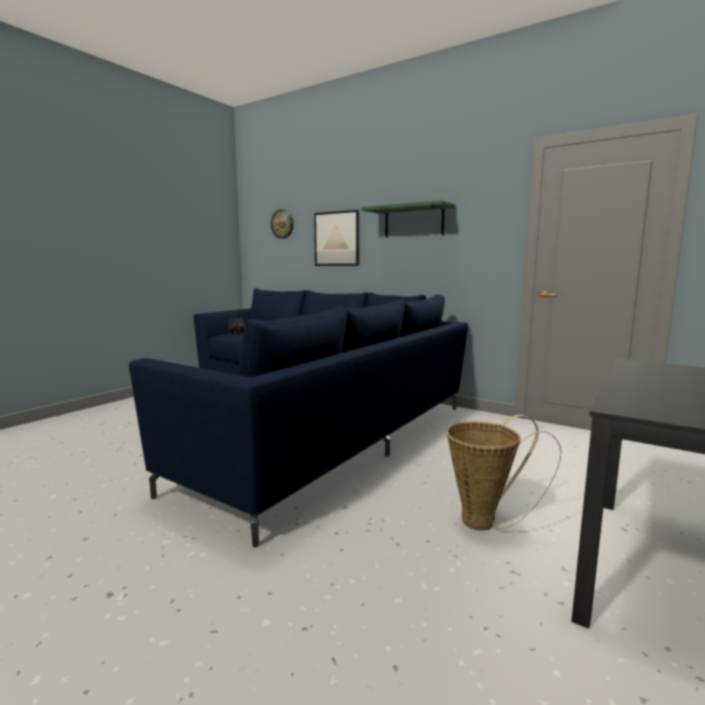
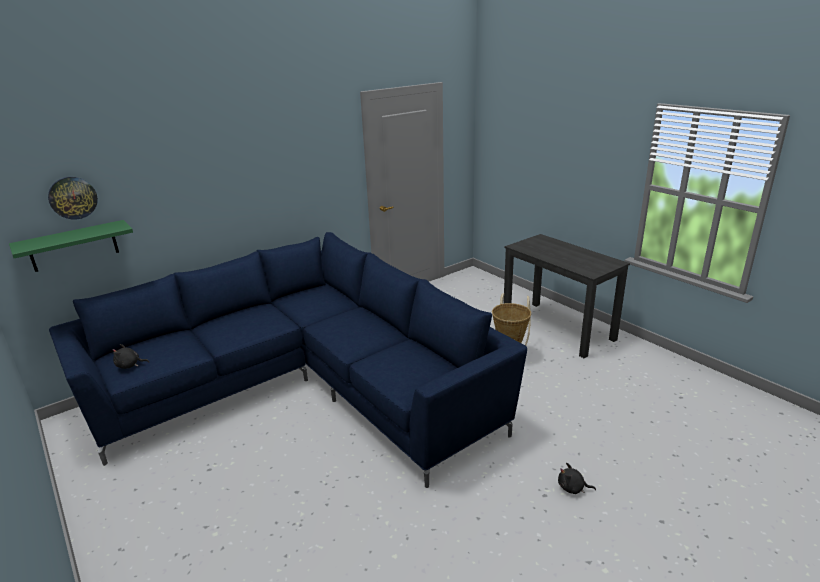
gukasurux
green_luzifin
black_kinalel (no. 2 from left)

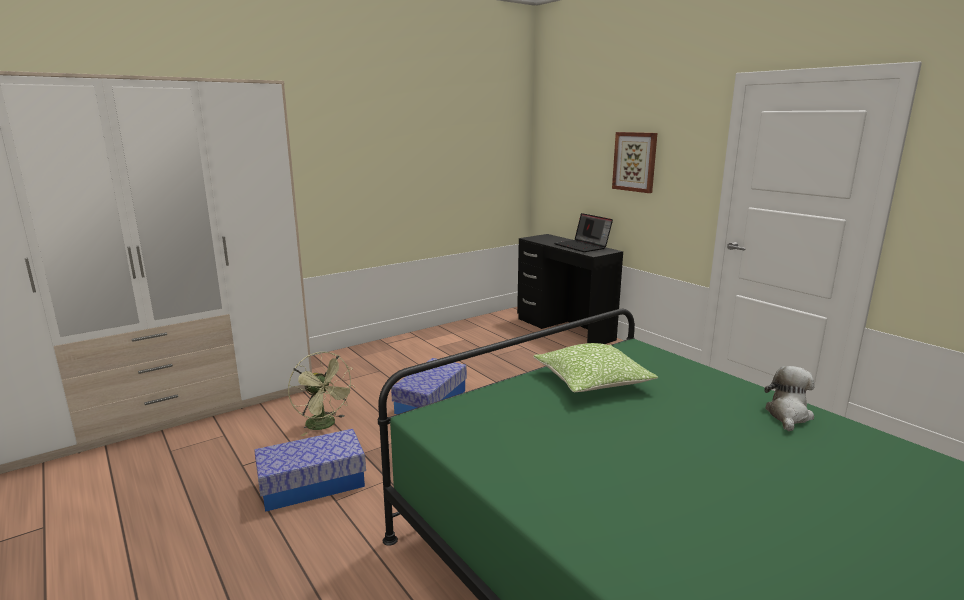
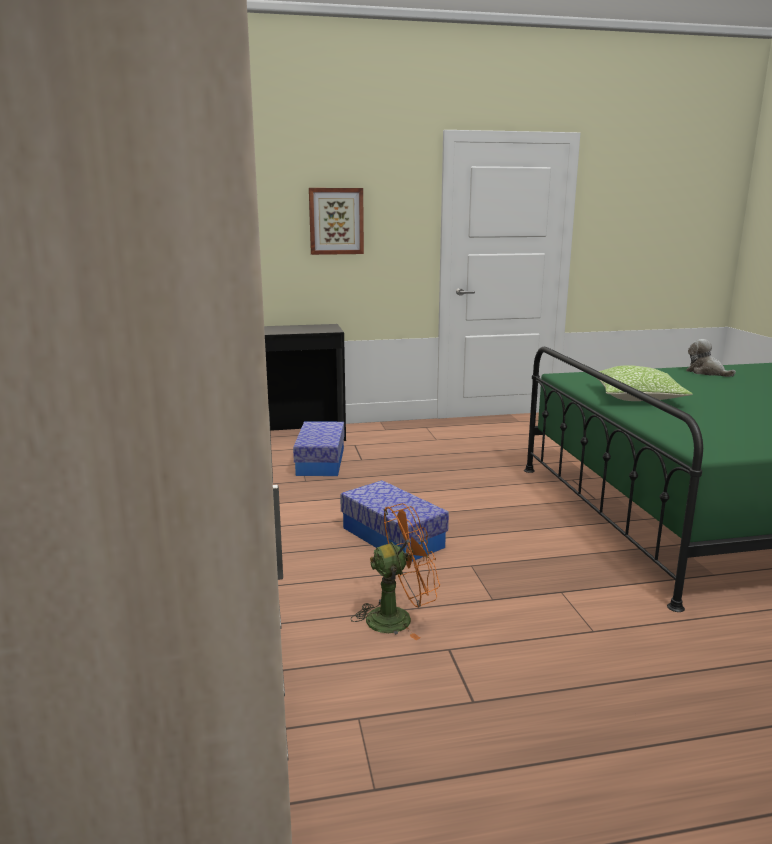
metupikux (no. 1 from left)
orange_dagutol
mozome

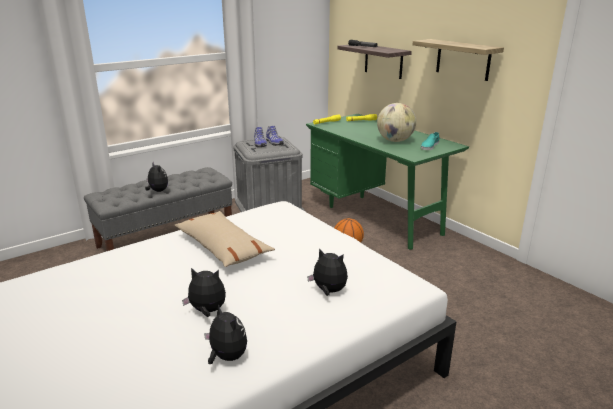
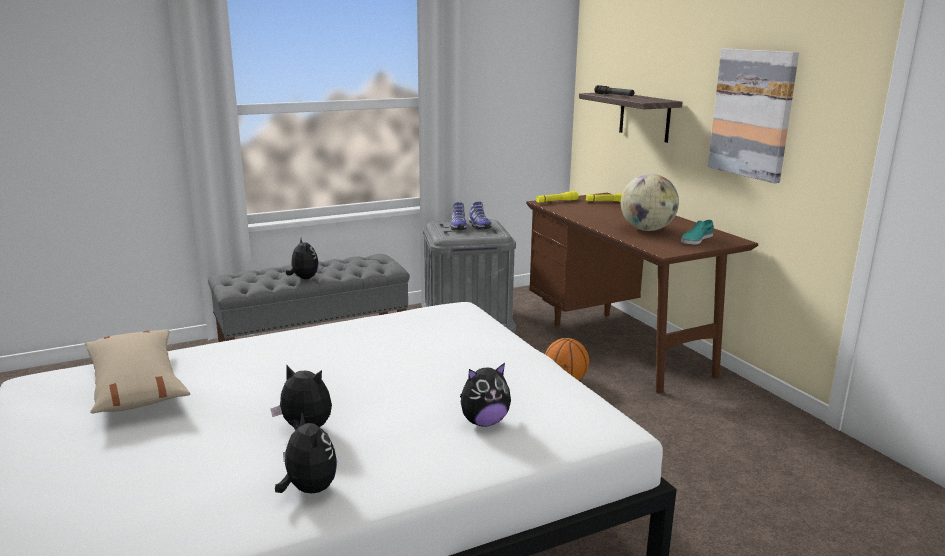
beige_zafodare
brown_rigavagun
kinalel (no. 4 from left)
gukasurux

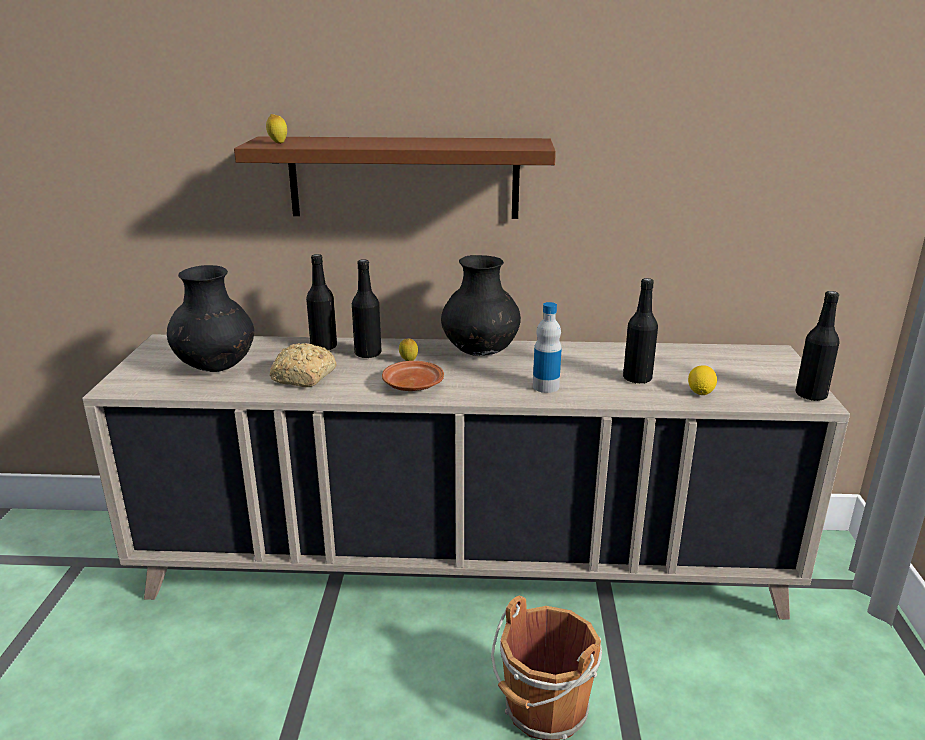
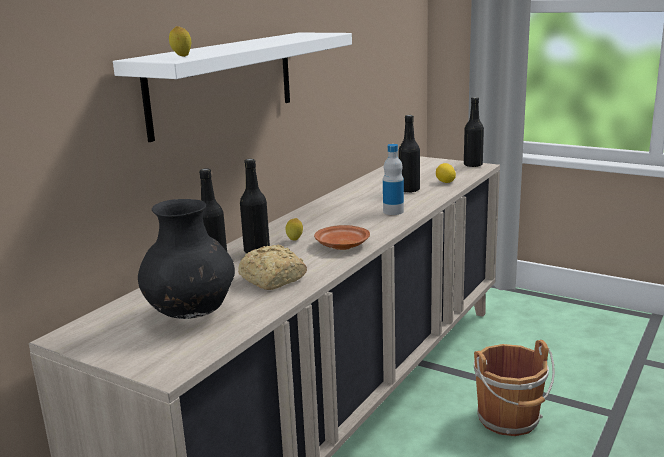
white_luzifin
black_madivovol (no. 2 from left in the first image)

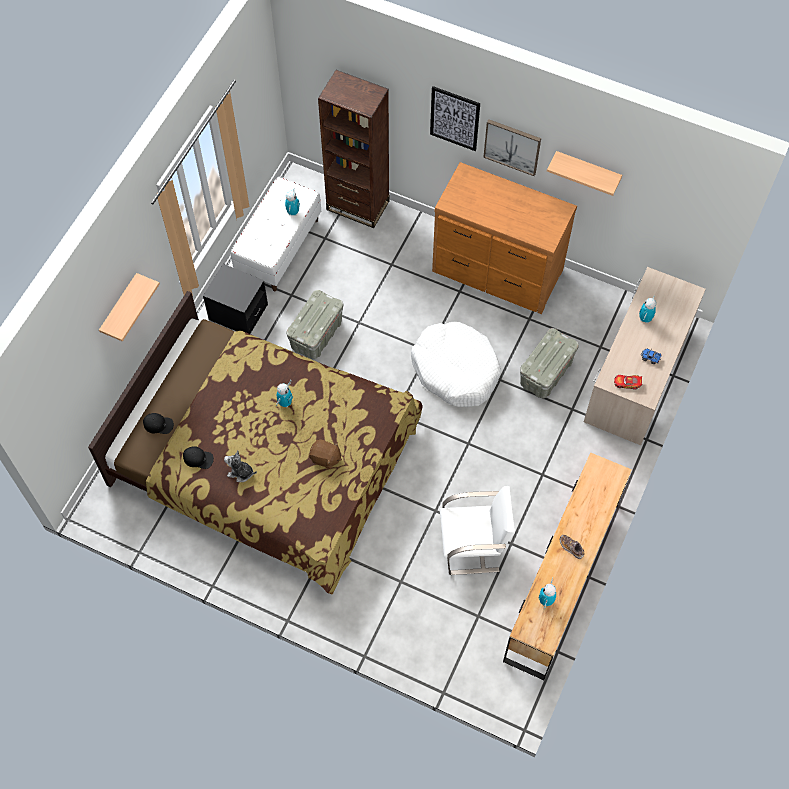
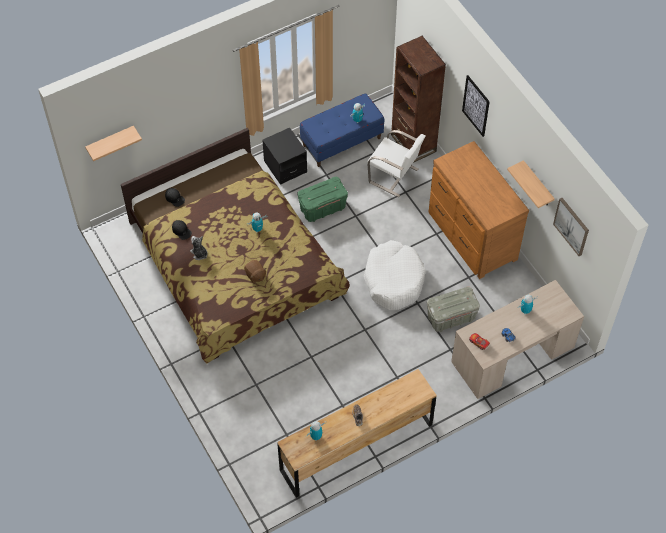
luzifin (no. 1 from left)
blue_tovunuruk
green_metupikux
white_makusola
gukasurux (no. 2 from left)

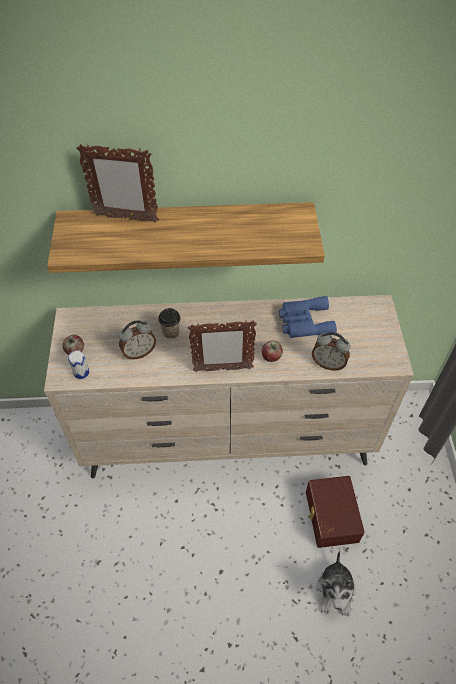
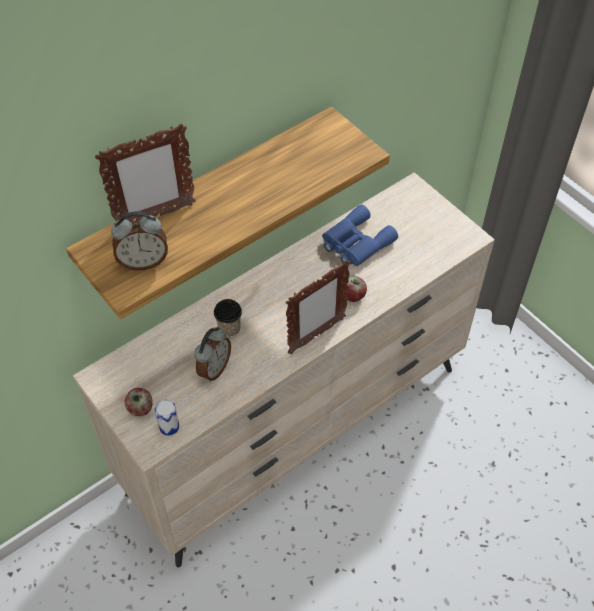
brown_metupikux
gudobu (no. 1 from left)
kinalel

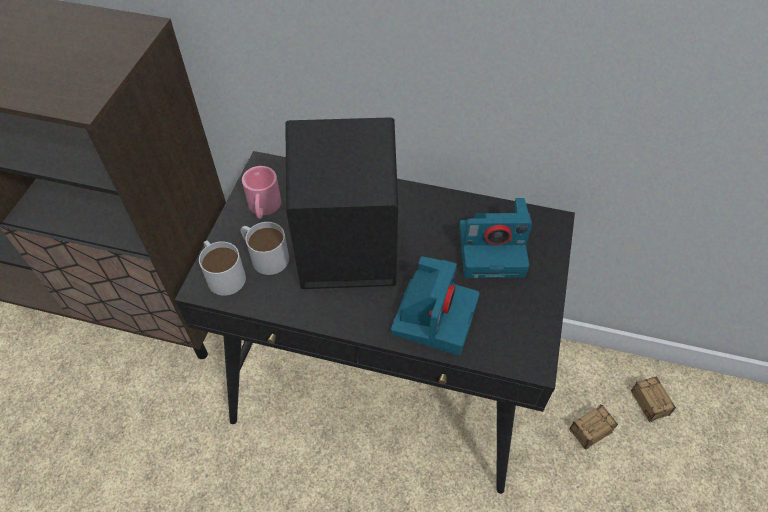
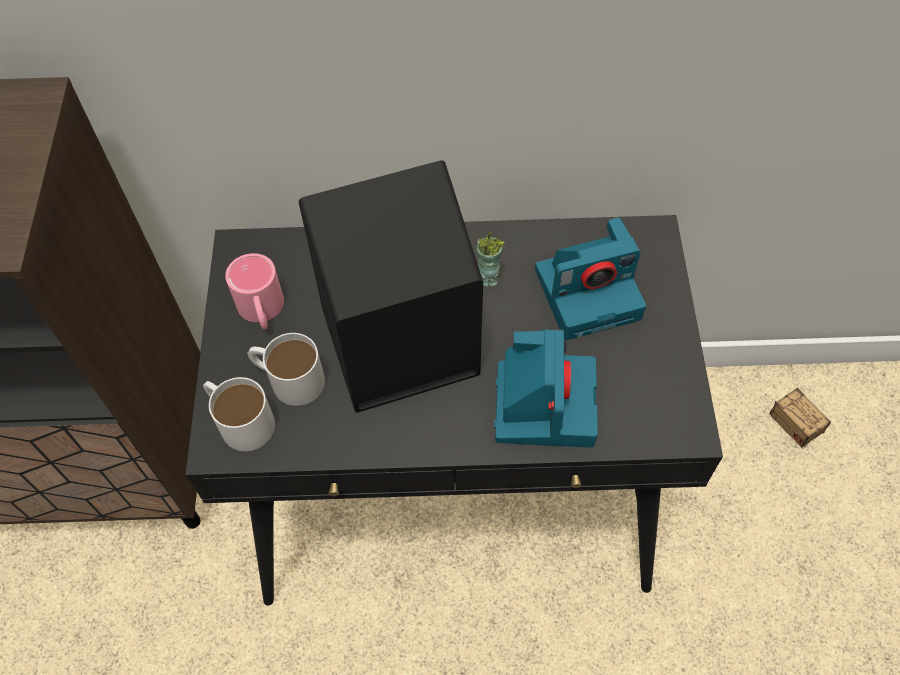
metupikux (no. 1 from left in the first image)
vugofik

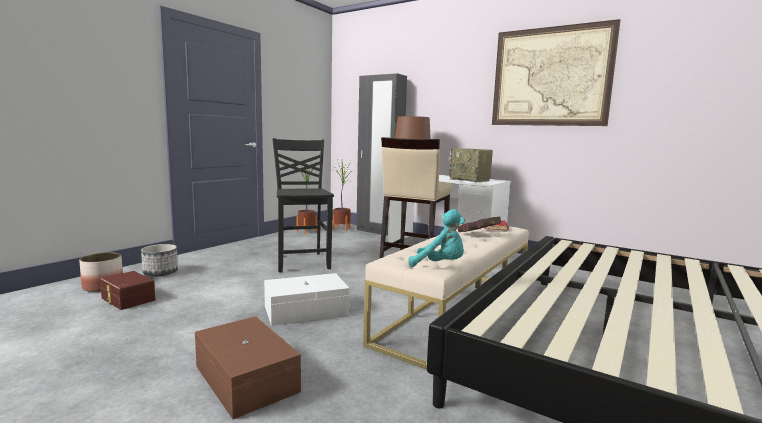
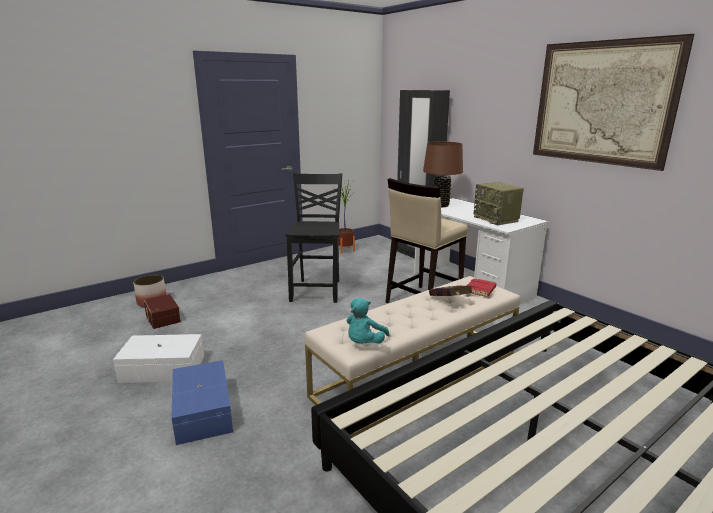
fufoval (no. 2 from left in the first image)
blue_metupikux
white_metupikux
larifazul (no. 2 from left in the first image)
turquoise_kinalel

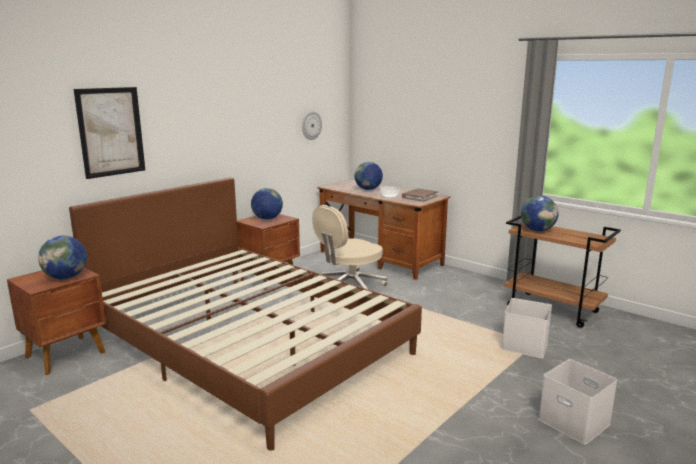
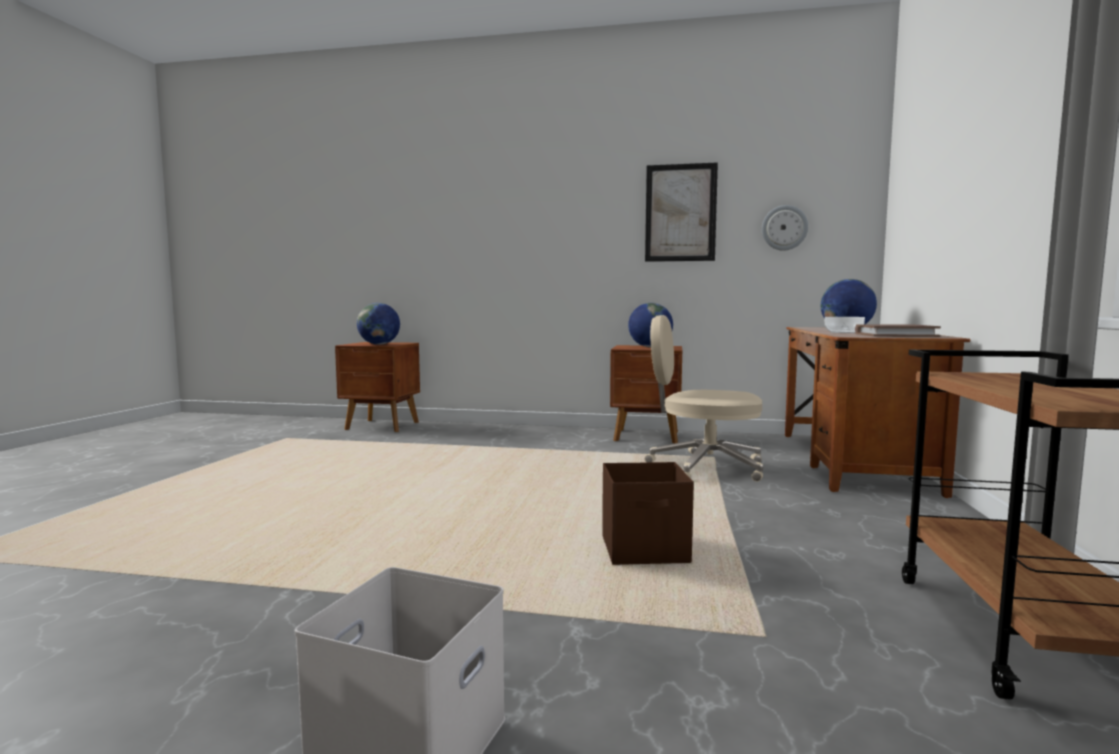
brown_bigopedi
gukasurux
white_metupikux (no. 1 from left in the first image)
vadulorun (no. 4 from left in the first image)
brown_metupikux

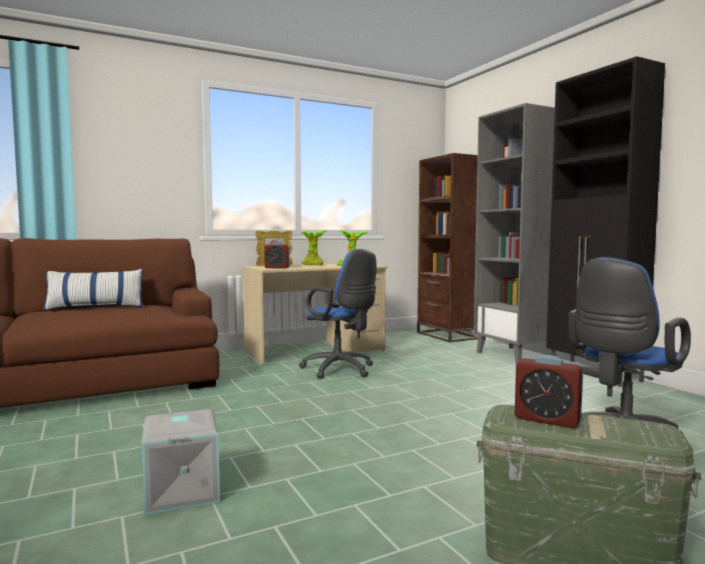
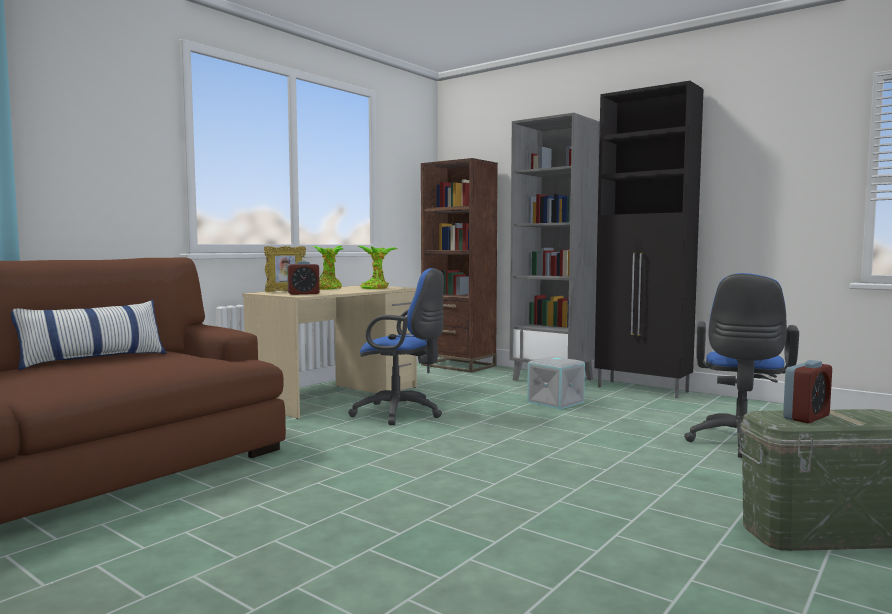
grey_metupikux
gudobu (no. 2 from left)

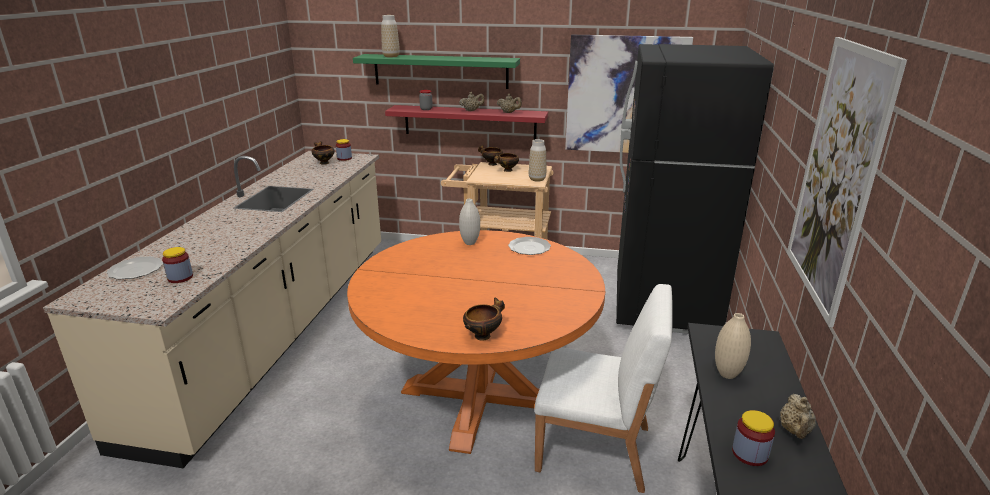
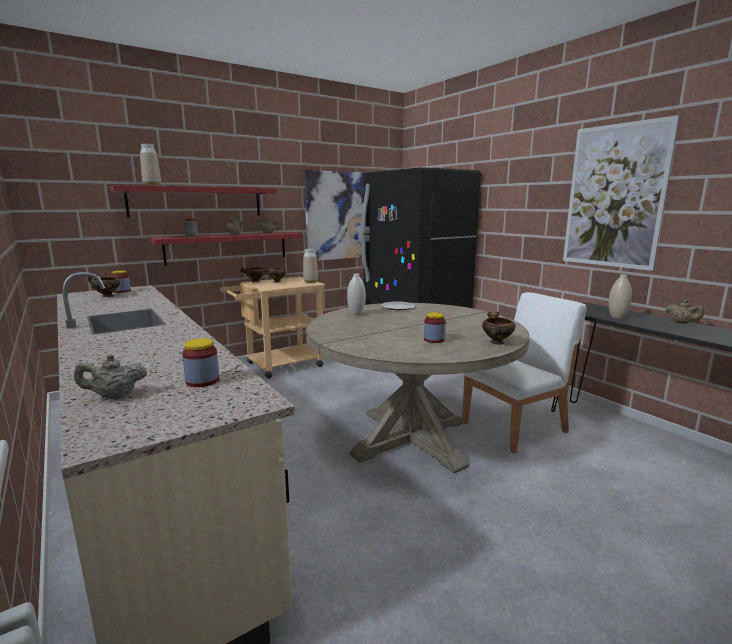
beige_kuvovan (no. 1 from left)
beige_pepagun
red_luzifin (no. 1 from left)
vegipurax (no. 4 from left)

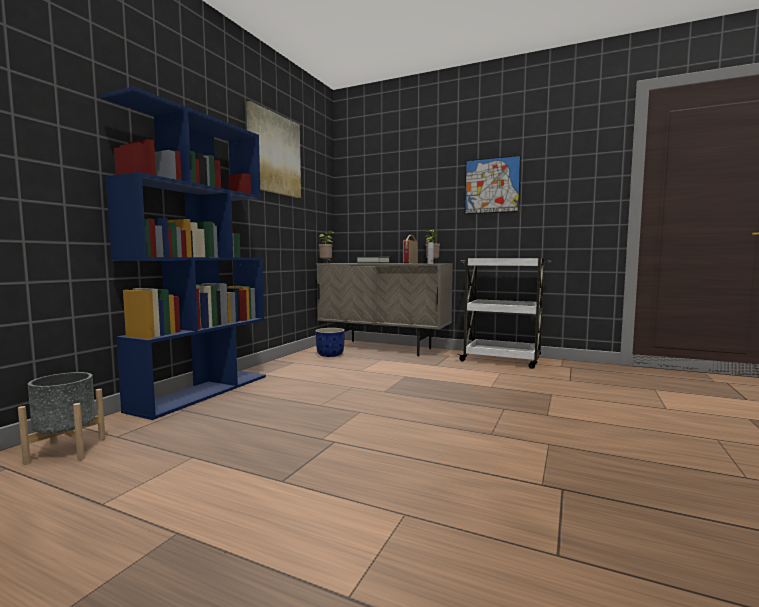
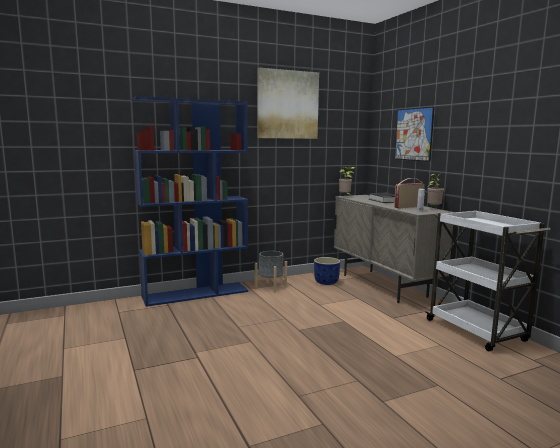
grey_fufoval
gukasurux (no. 2 from left)

